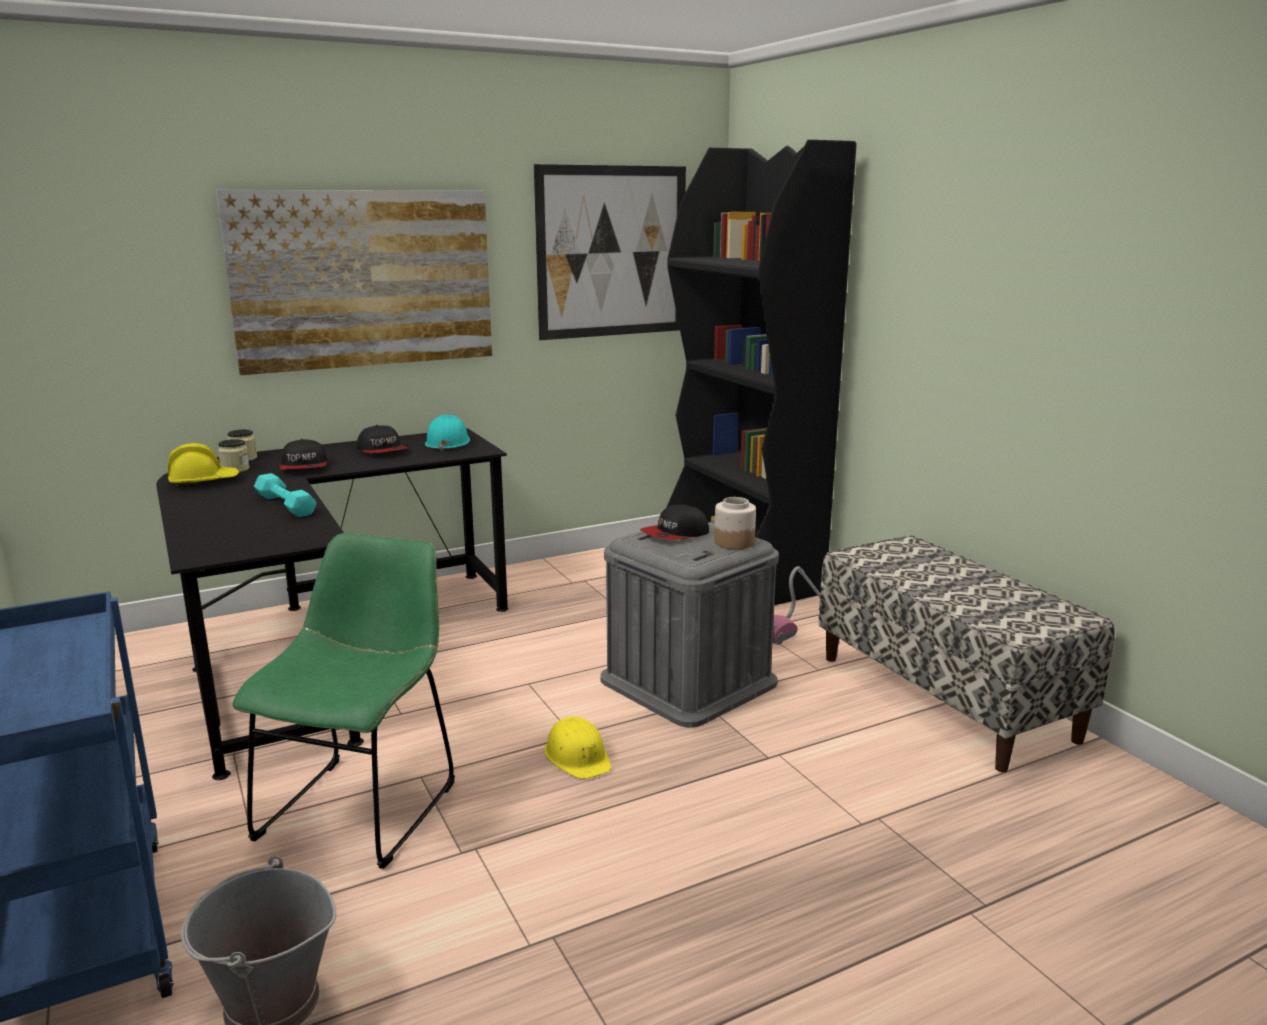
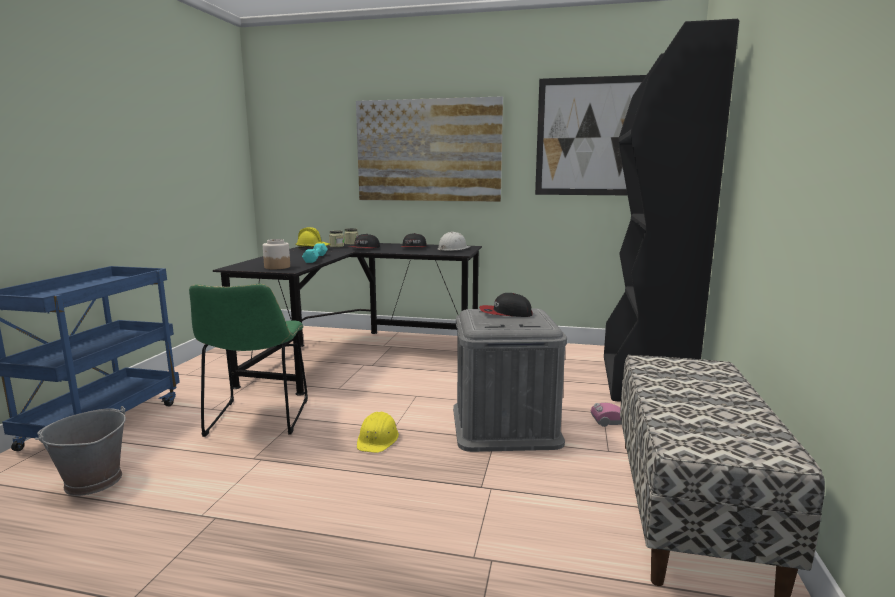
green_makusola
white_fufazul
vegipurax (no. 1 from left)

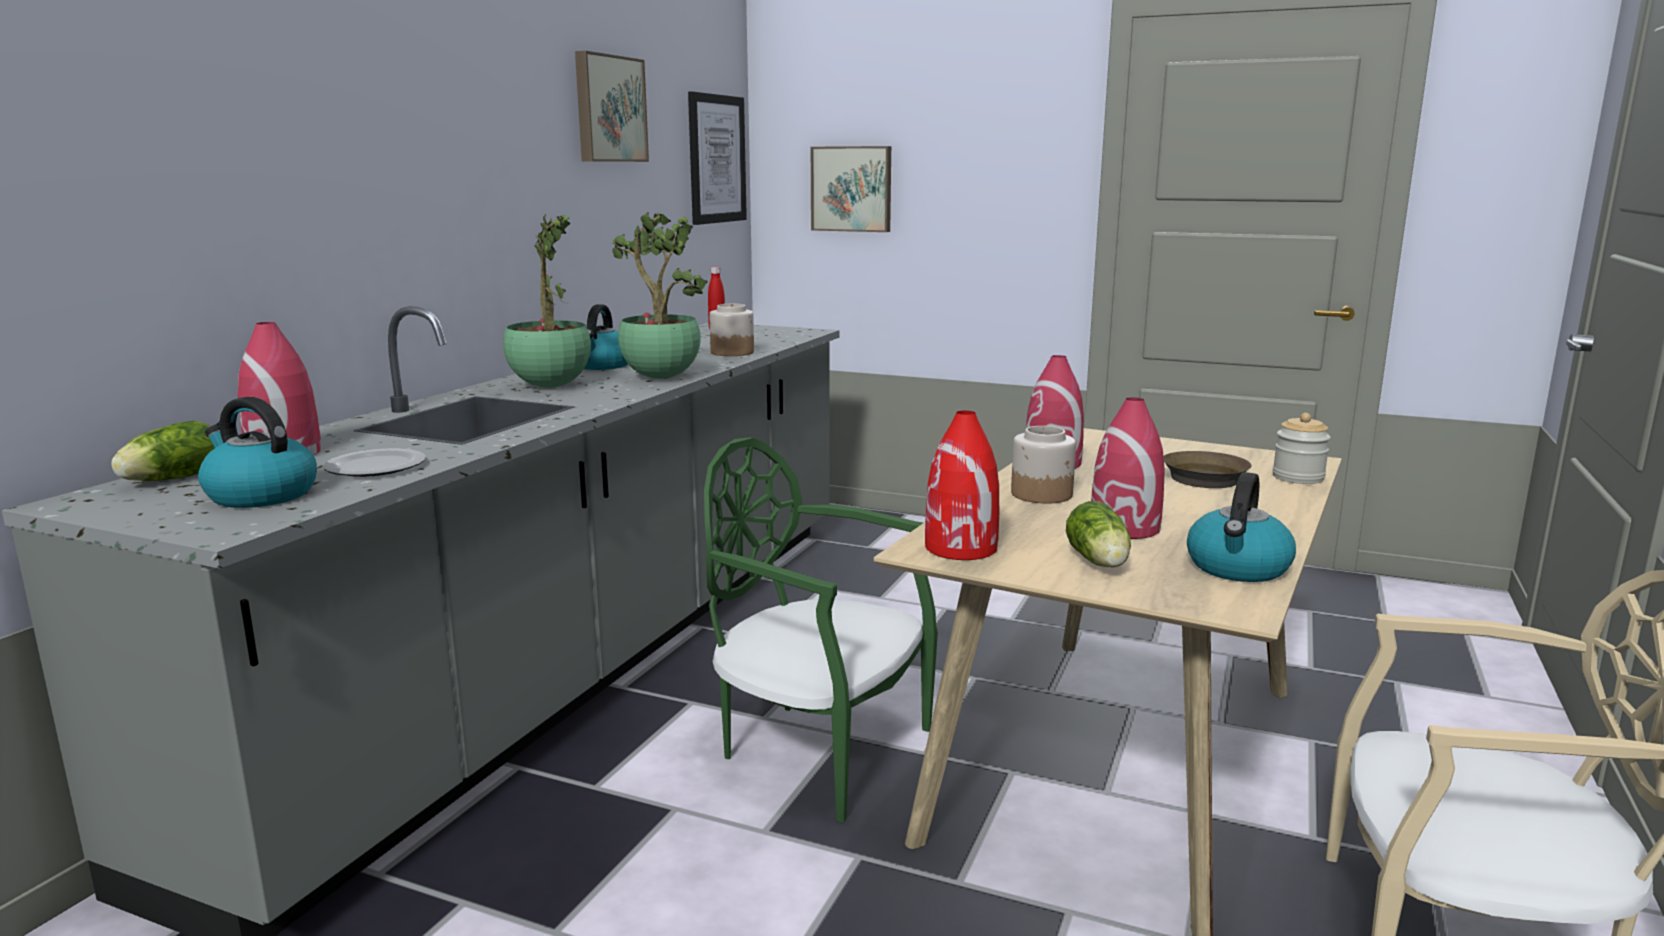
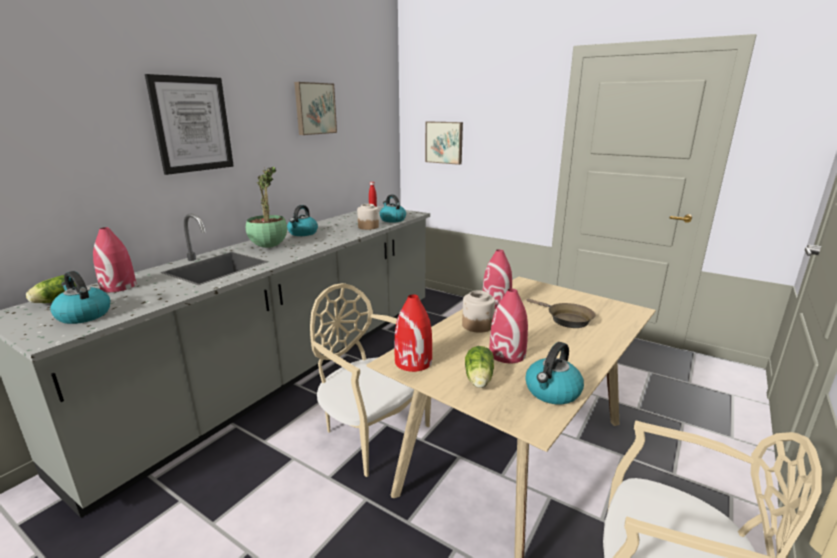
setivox
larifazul (no. 2 from left in the first image)
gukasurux (no. 1 from left)
beige_makusola (no. 1 from left)
vegipurax (no. 3 from left in the first image)
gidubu (no. 3 from left)

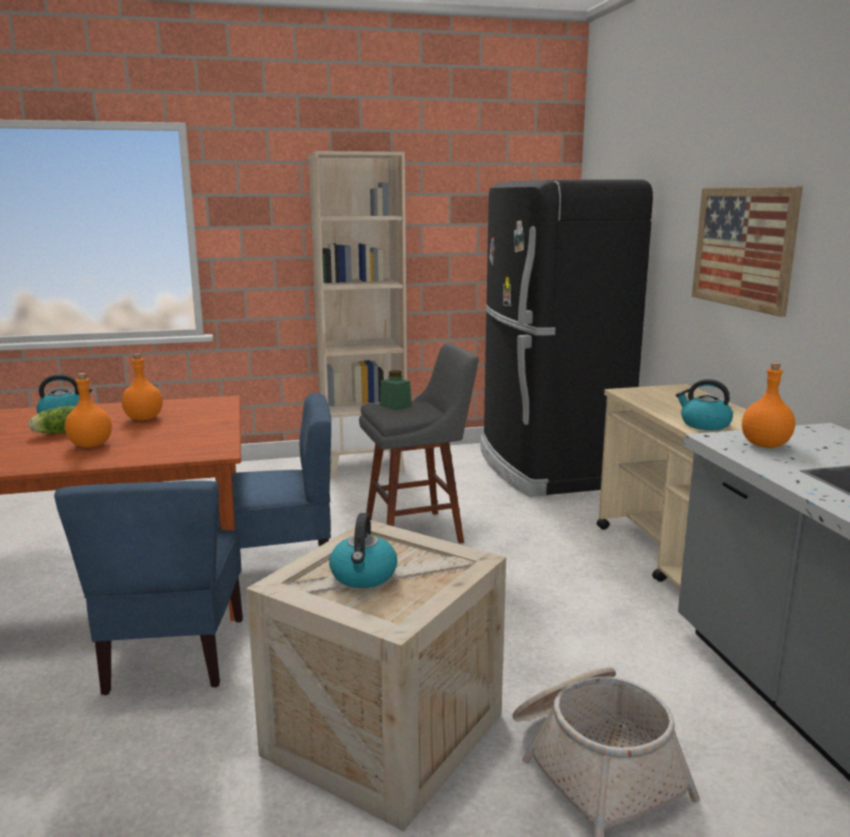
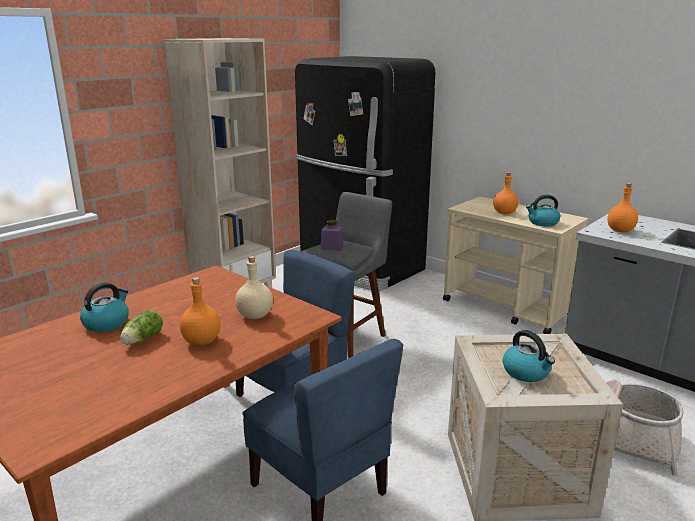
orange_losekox (no. 2 from left)
purple_vegipurax
gukasurux
beige_losekox

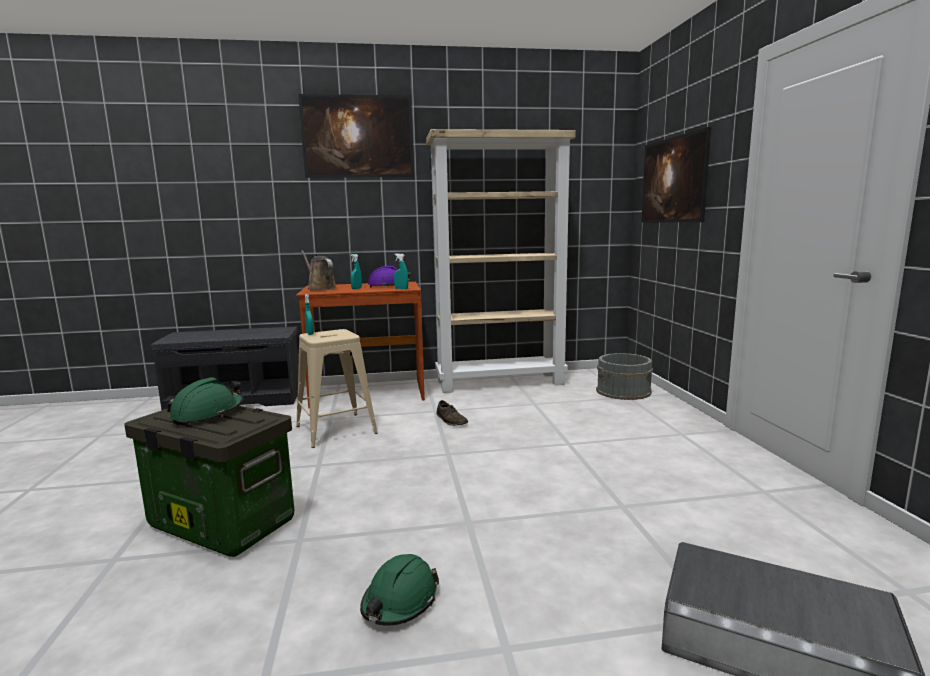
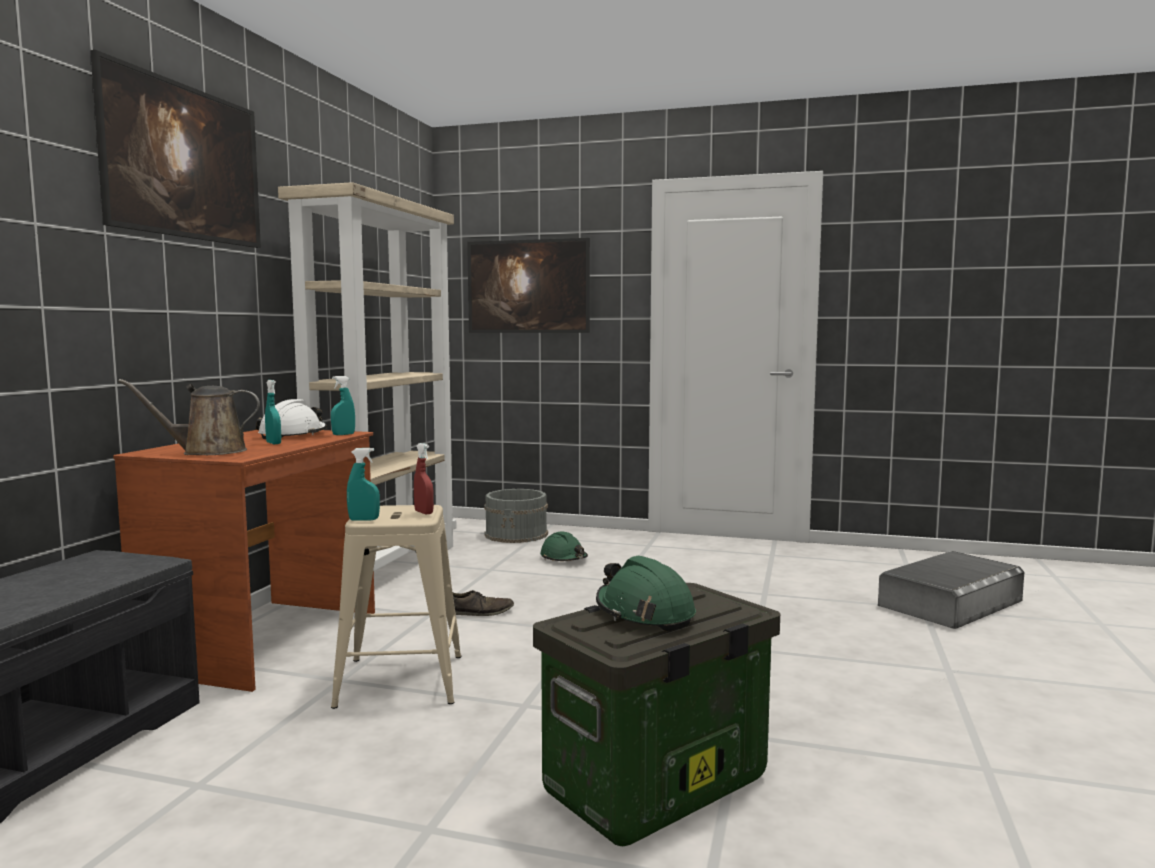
green_fufazul (no. 1 from left)
white_fufazul
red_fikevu

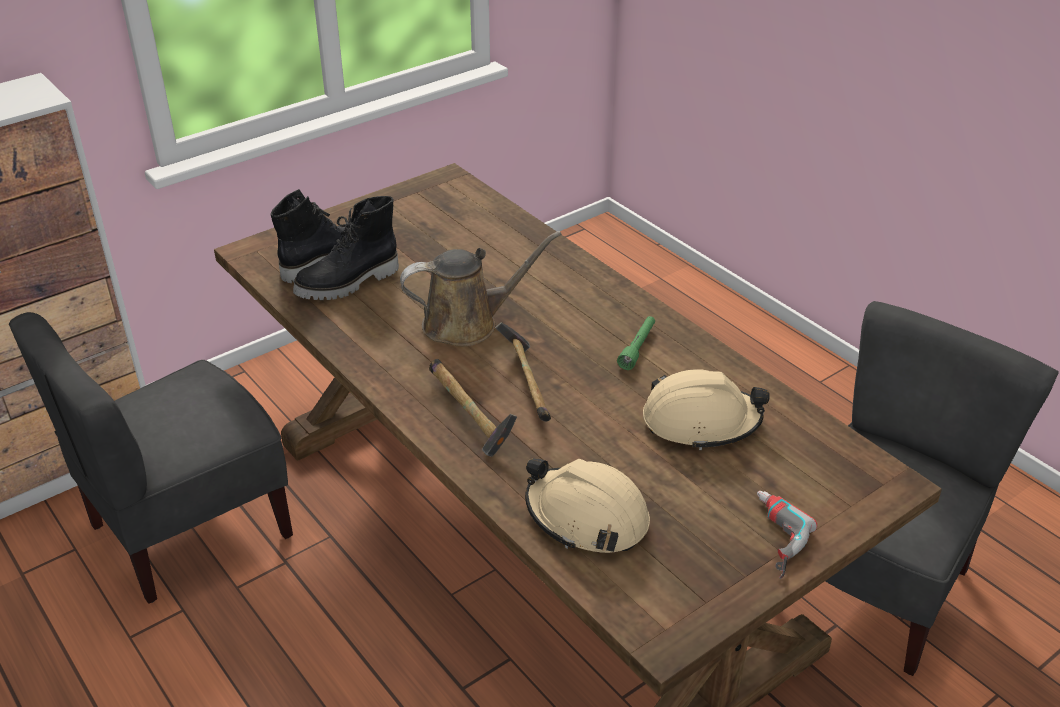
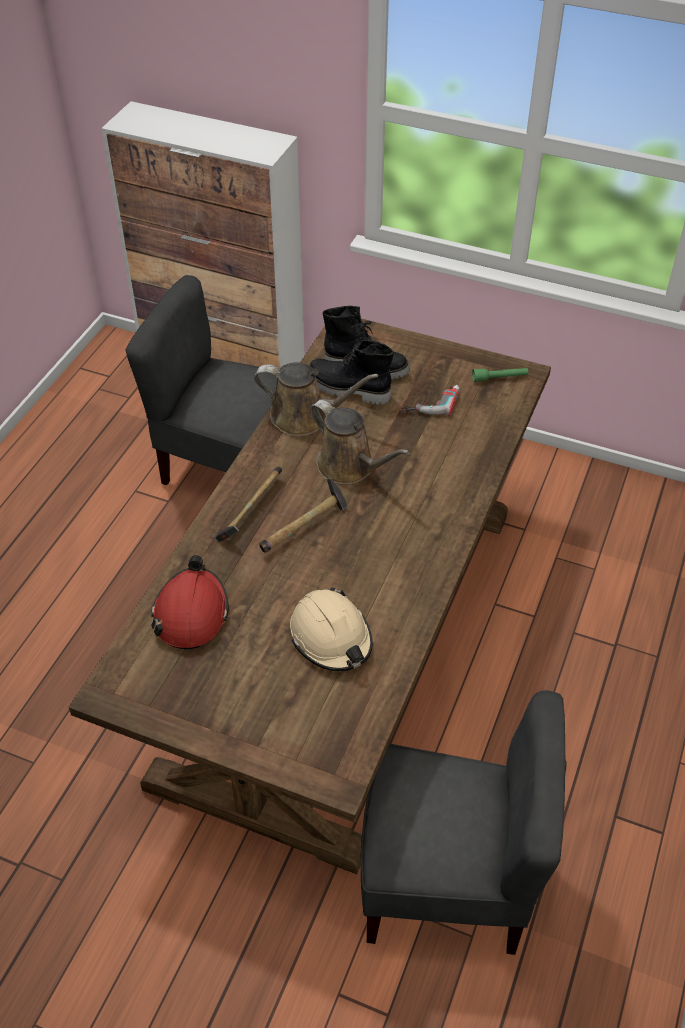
red_fufazul
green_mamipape
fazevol
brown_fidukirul (no. 1 from left)

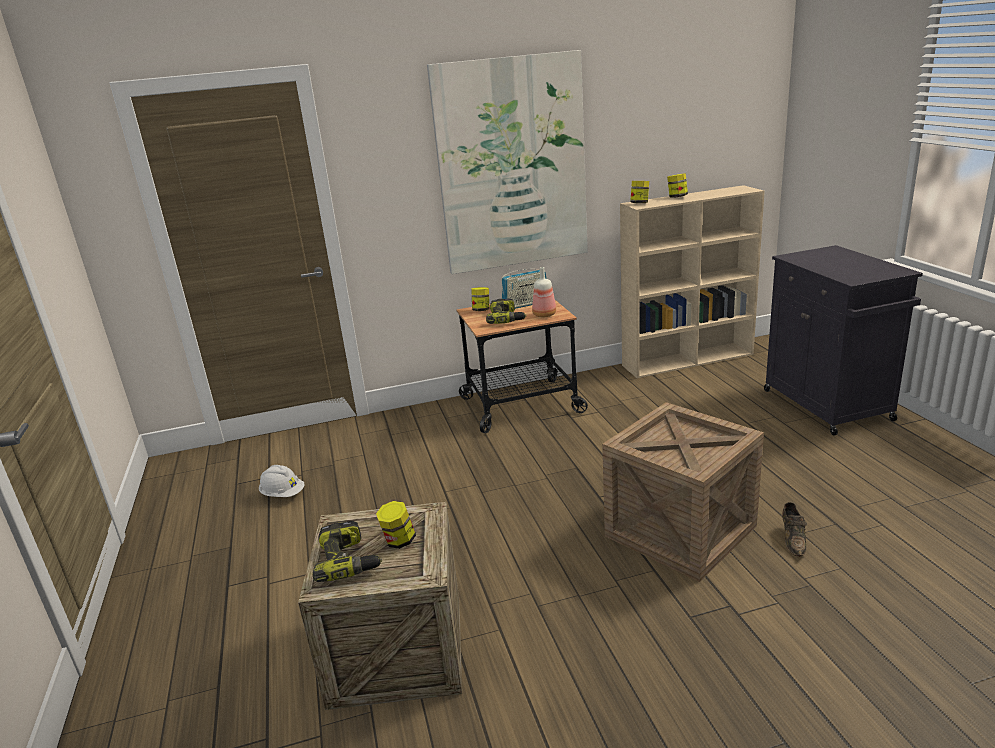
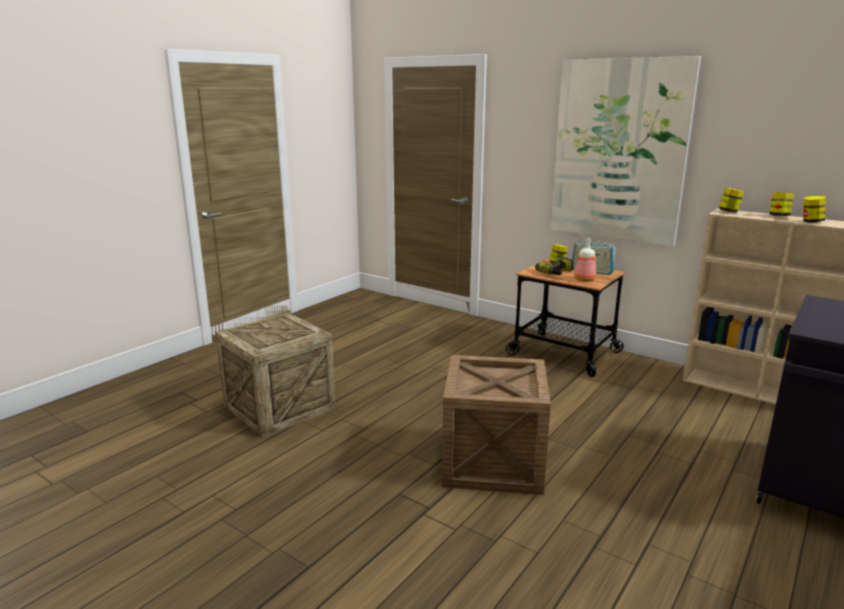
white_fufazul
fazevol (no. 1 from left in the first image)
vegipurax (no. 4 from left)
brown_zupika

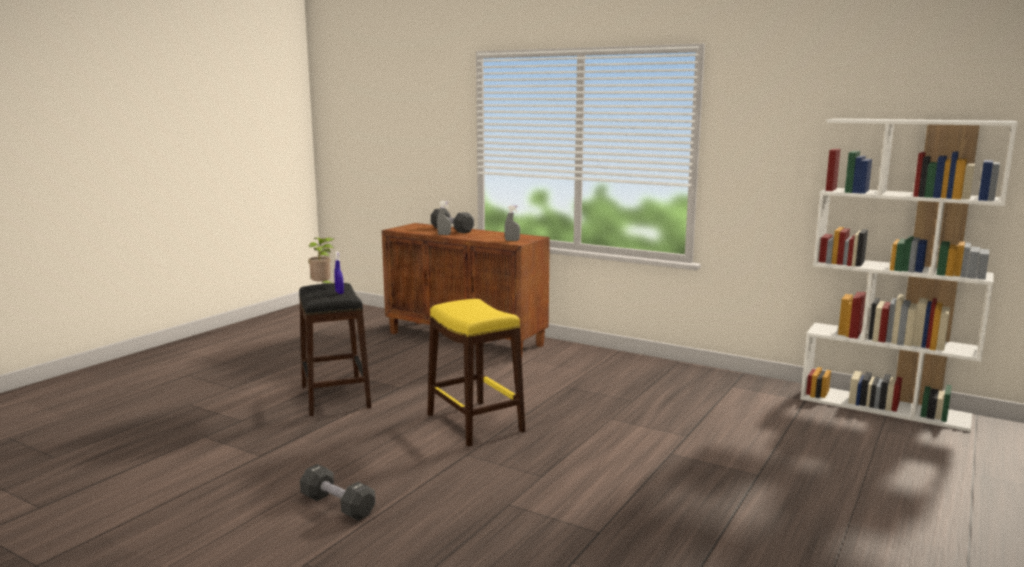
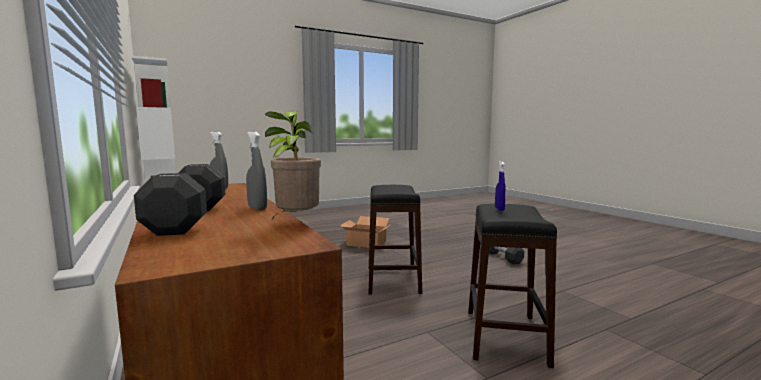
larifazul
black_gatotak (no. 1 from left)
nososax

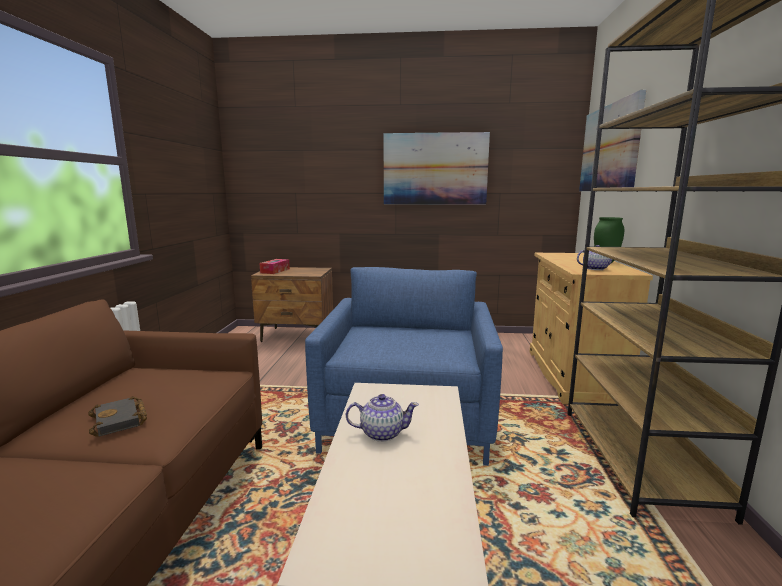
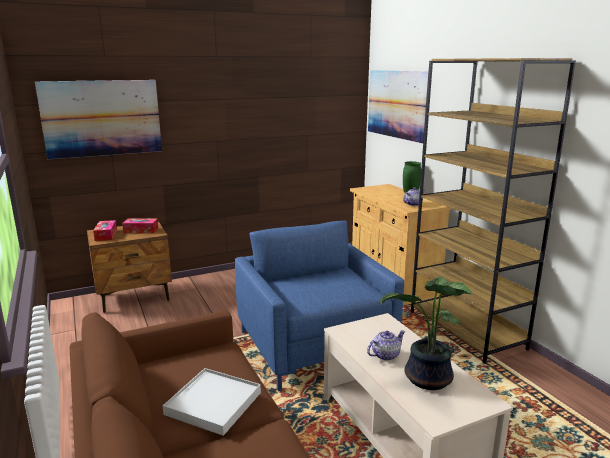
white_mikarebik
gukasurux (no. 1 from left)
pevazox (no. 2 from left)
larifazul

